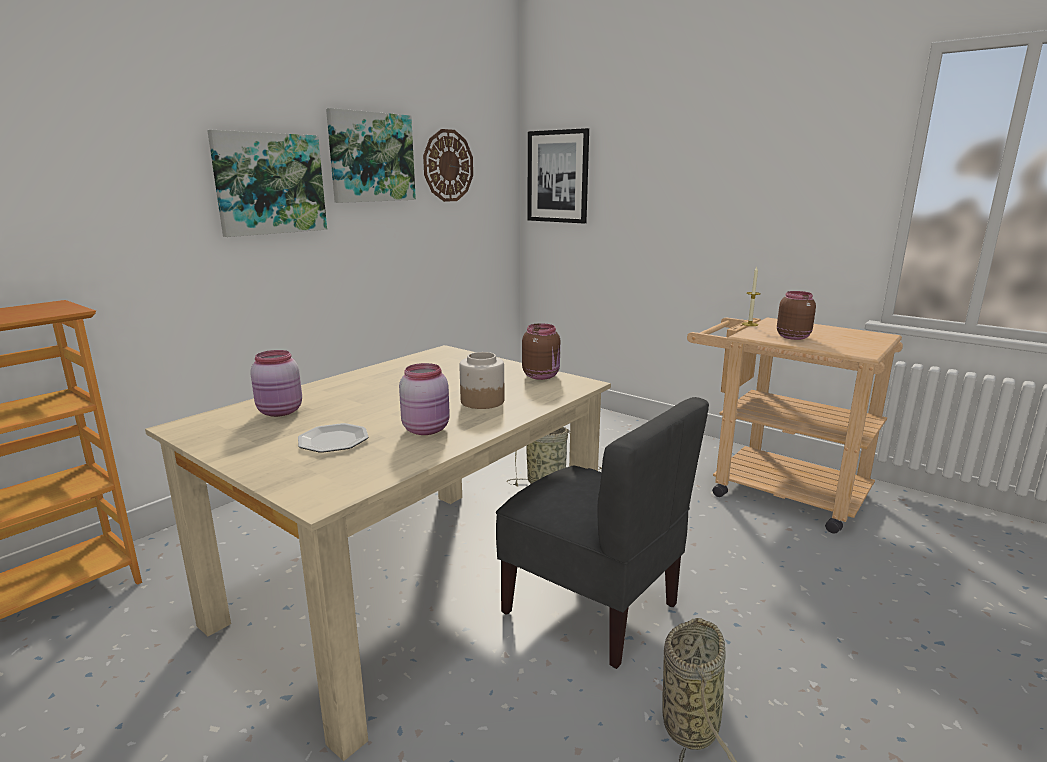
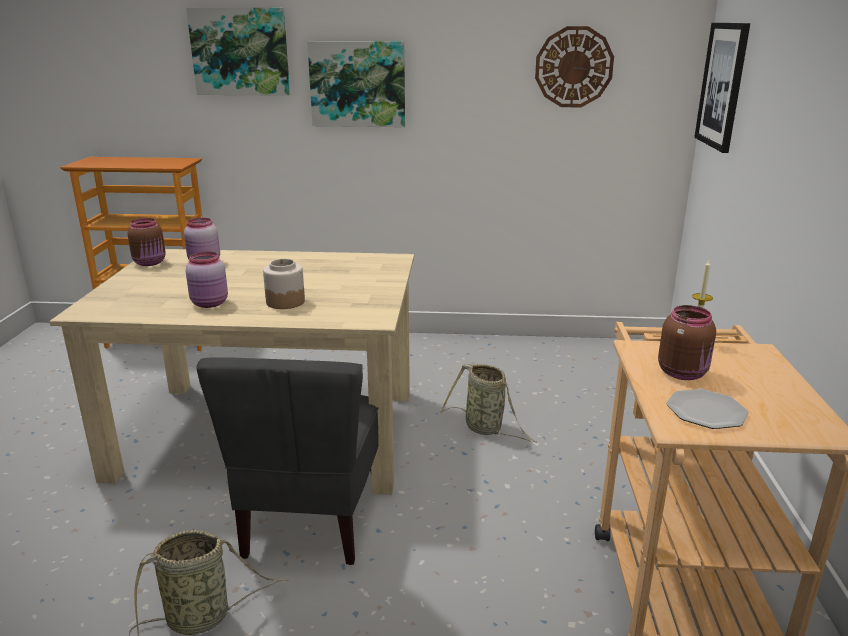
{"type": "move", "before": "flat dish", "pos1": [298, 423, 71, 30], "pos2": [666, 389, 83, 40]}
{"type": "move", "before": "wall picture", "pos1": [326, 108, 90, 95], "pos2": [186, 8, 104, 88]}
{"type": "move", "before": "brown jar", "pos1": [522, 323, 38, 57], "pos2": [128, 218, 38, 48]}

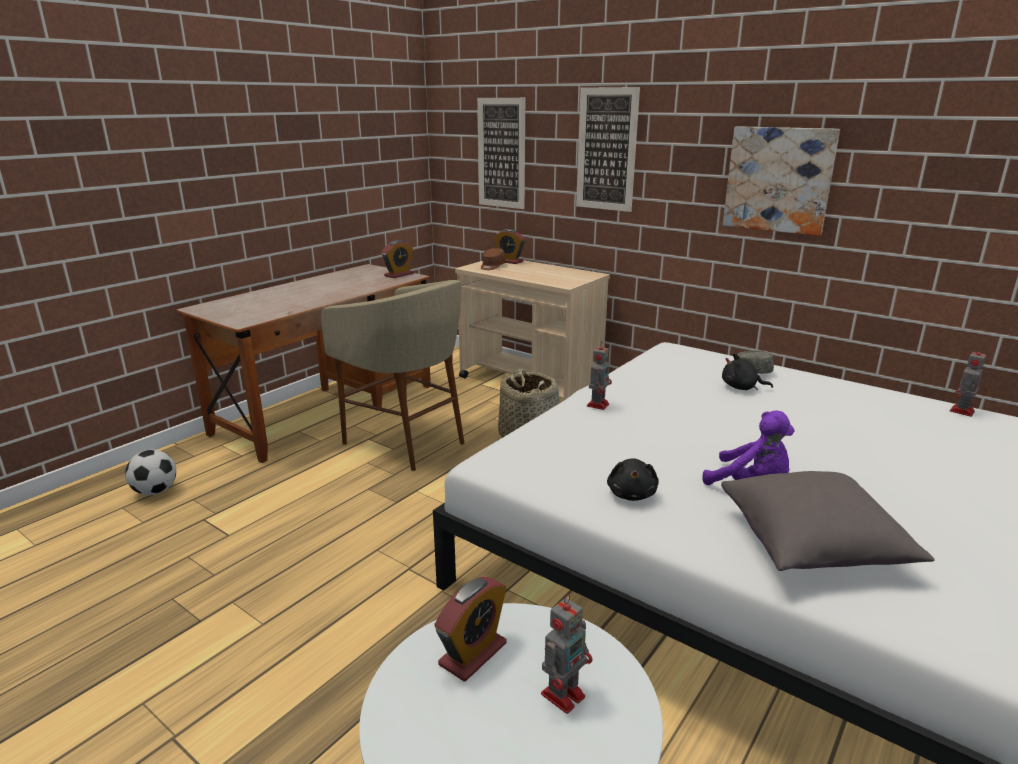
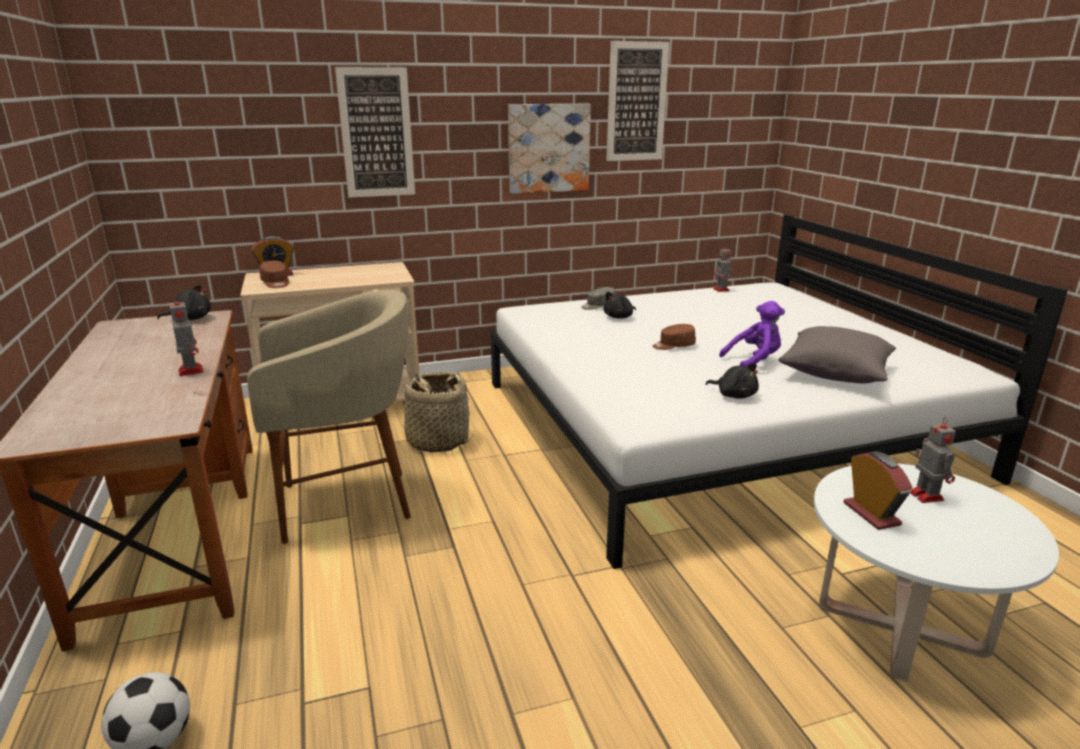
{"type": "insert", "after": "brown cap", "pos2": [653, 324, 43, 26]}
{"type": "move", "before": "wall picture", "pos1": [477, 98, 48, 111], "pos2": [606, 41, 63, 120]}
{"type": "move", "before": "model robot", "pos1": [587, 341, 25, 69], "pos2": [170, 295, 34, 81]}
{"type": "replace", "before": "alarm clock", "after": "black-coloured cuddly toy", "pos1": [381, 240, 32, 38], "pos2": [157, 285, 54, 35]}

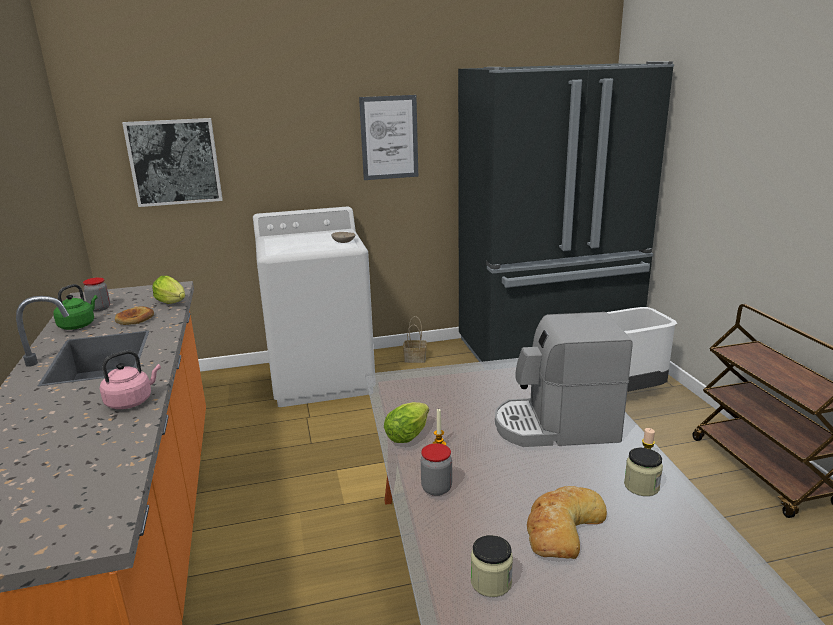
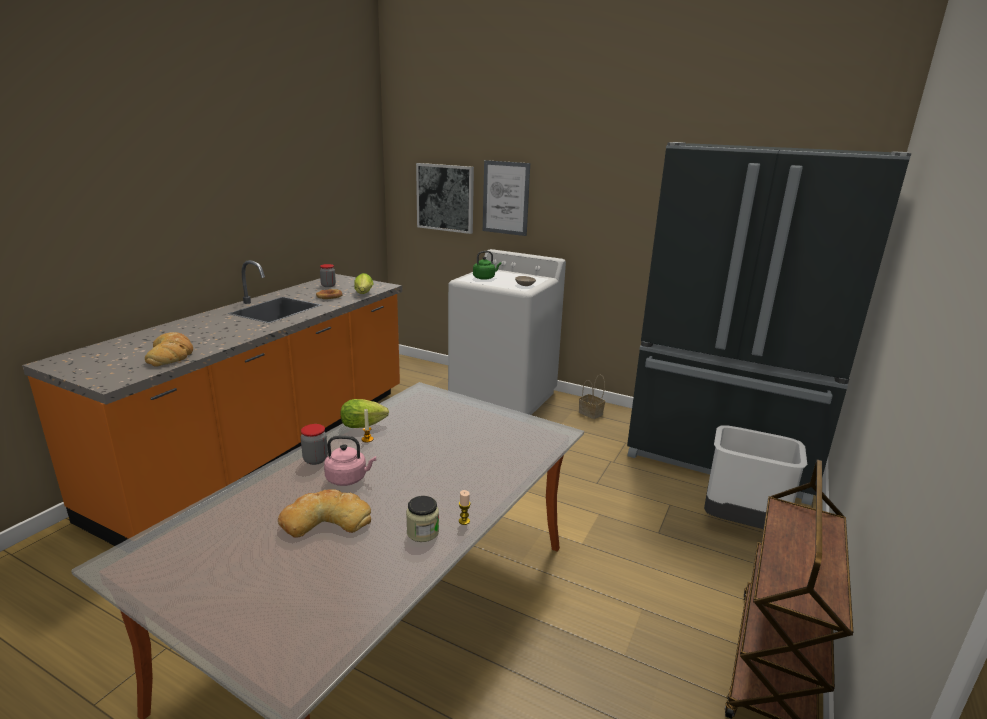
{"type": "delete", "before": "jar", "pos1": [471, 535, 42, 62]}
{"type": "delete", "before": "coffee machine", "pos1": [495, 312, 137, 135]}
{"type": "insert", "after": "baked bread", "pos2": [145, 332, 48, 35]}
{"type": "move", "before": "greenish kettle", "pos1": [53, 284, 45, 46], "pos2": [473, 251, 28, 29]}
{"type": "move", "before": "pink kettle", "pos1": [100, 350, 61, 59], "pos2": [324, 435, 52, 51]}
{"type": "move", "before": "wall picture", "pos1": [359, 95, 59, 85], "pos2": [483, 160, 47, 76]}

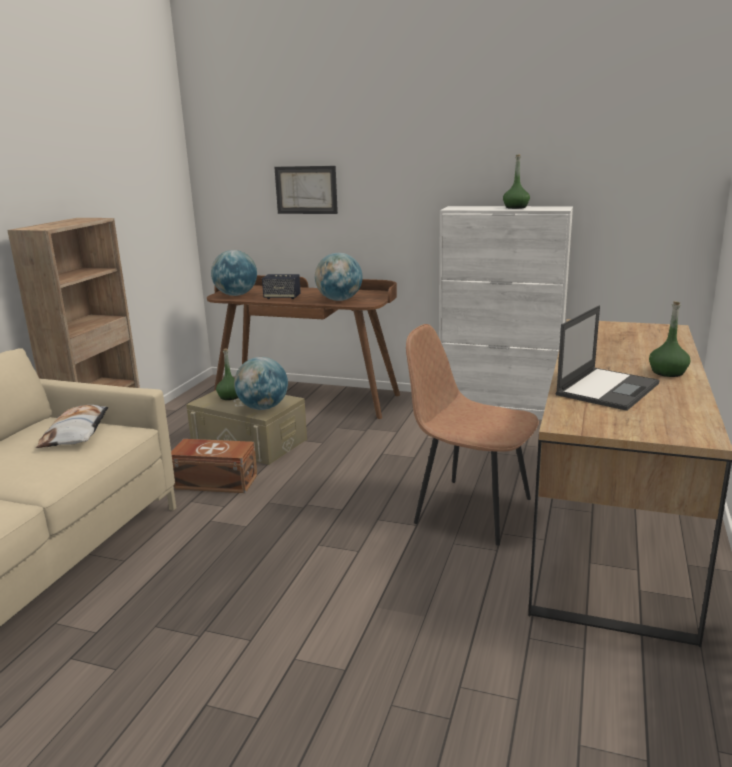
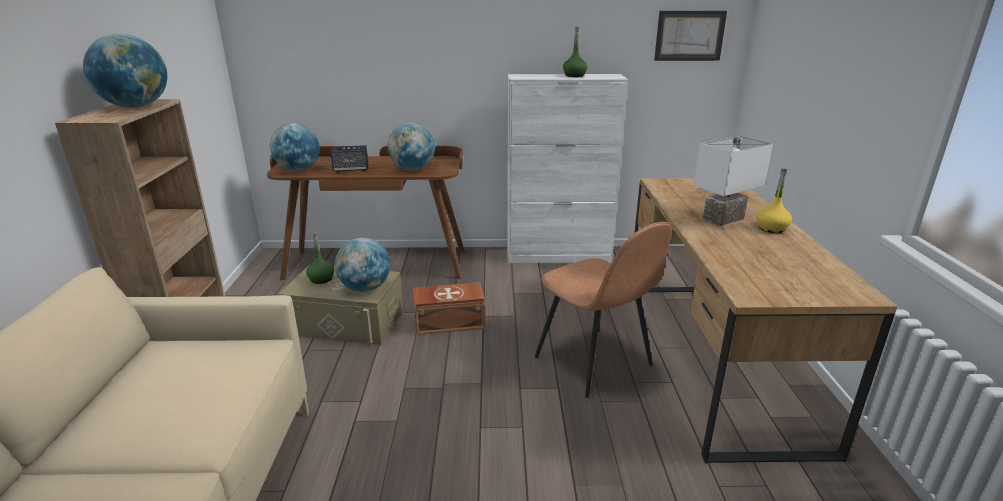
{"type": "delete", "before": "pillow", "pos1": [36, 405, 72, 43]}
{"type": "delete", "before": "portable computer", "pos1": [556, 305, 104, 106]}
{"type": "insert", "after": "world globe", "pos2": [83, 34, 84, 74]}
{"type": "insert", "after": "whitish tabletop lamp", "pos2": [694, 136, 79, 90]}
{"type": "move", "before": "brown storage box", "pos1": [171, 439, 86, 54], "pos2": [413, 282, 72, 53]}
{"type": "move", "before": "wall picture", "pos1": [275, 166, 63, 48], "pos2": [654, 11, 73, 50]}
{"type": "recolor", "before": "greenish beverage bottle", "after": "yellowish beverage bottle", "pos1": [649, 301, 41, 76], "pos2": [756, 168, 36, 65]}
{"type": "rotate", "before": "brown chair", "pos1": [406, 324, 133, 221], "pos2": [535, 222, 137, 176], "turn": -135}

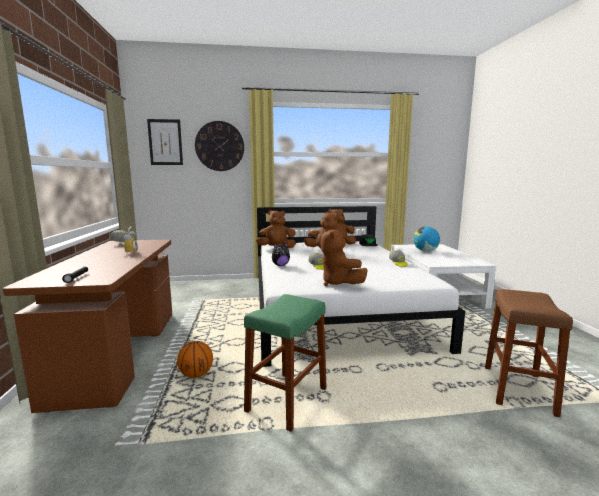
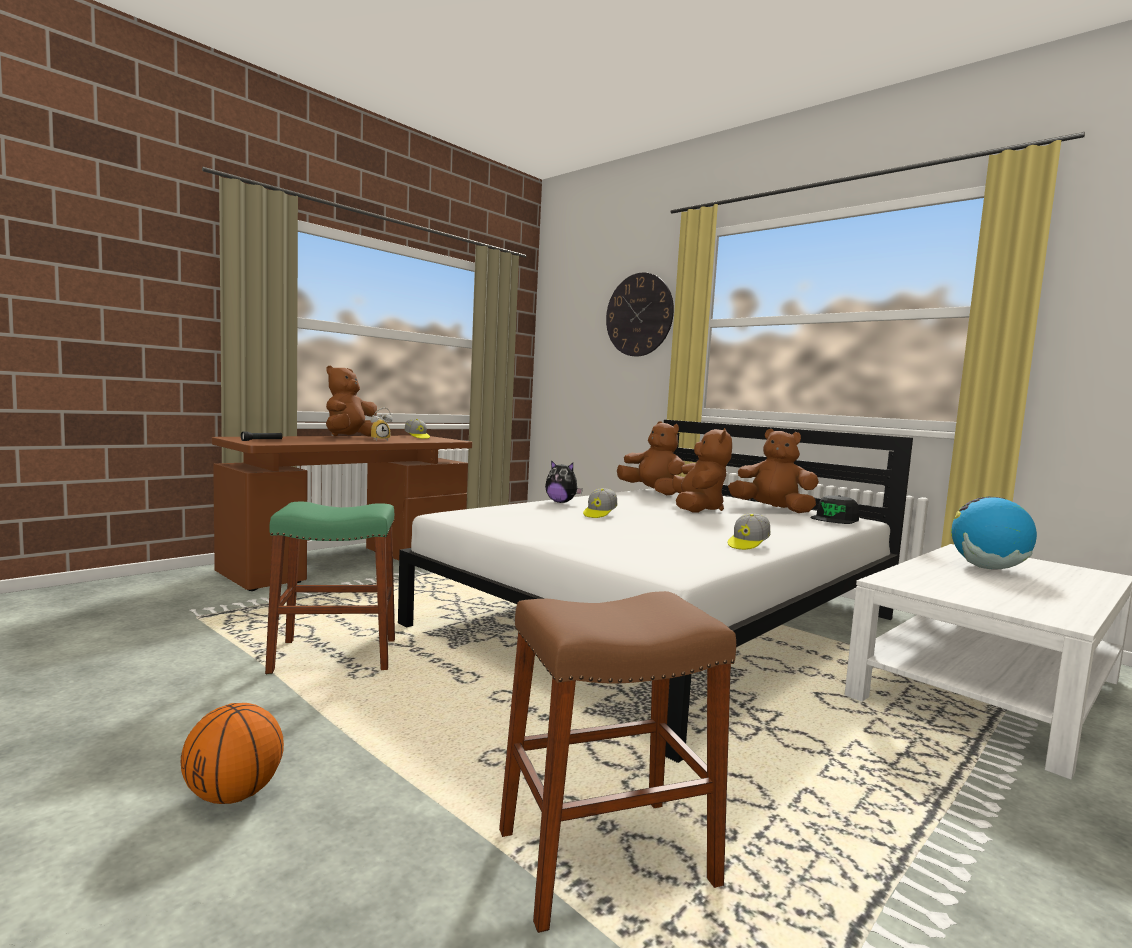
{"type": "delete", "before": "wall picture", "pos1": [147, 119, 36, 46]}
{"type": "move", "before": "ball for basketball", "pos1": [177, 341, 36, 37], "pos2": [181, 703, 103, 101]}
{"type": "move", "before": "brown cuddly toy", "pos1": [320, 229, 48, 57], "pos2": [326, 366, 51, 71]}

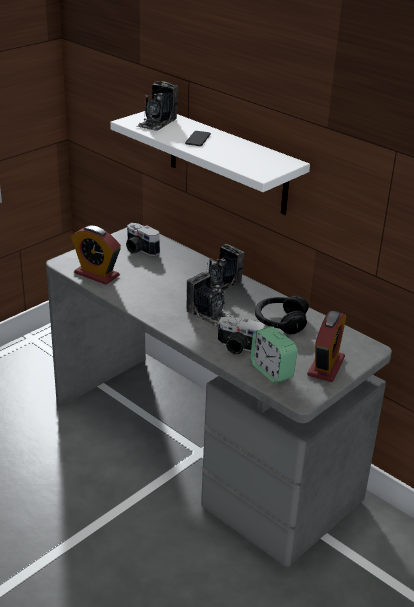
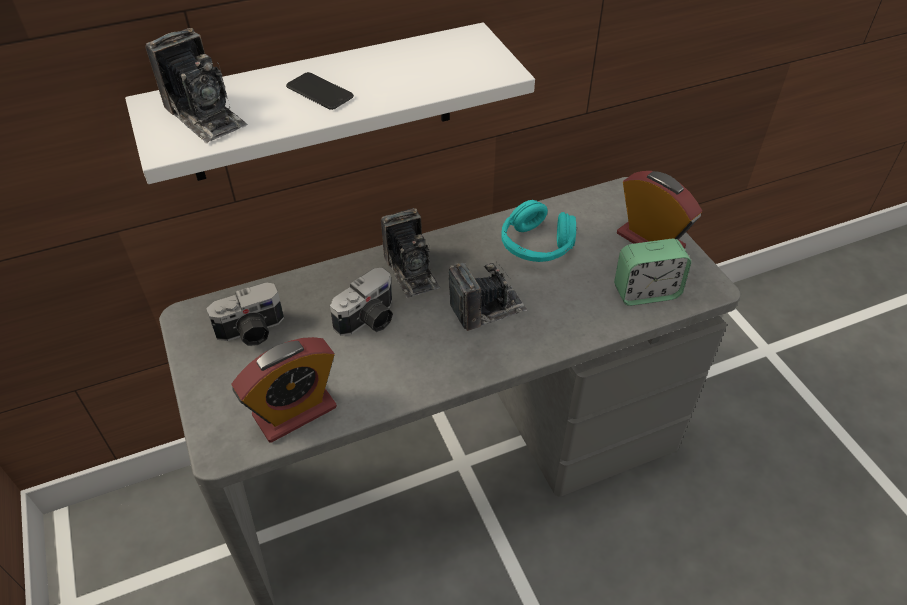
{"type": "move", "before": "still camera", "pos1": [218, 317, 47, 37], "pos2": [330, 268, 63, 68]}
{"type": "recolor", "before": "black-coloured headphones", "after": "turquoise-coloured headphones", "pos1": [255, 296, 54, 38], "pos2": [501, 200, 76, 62]}

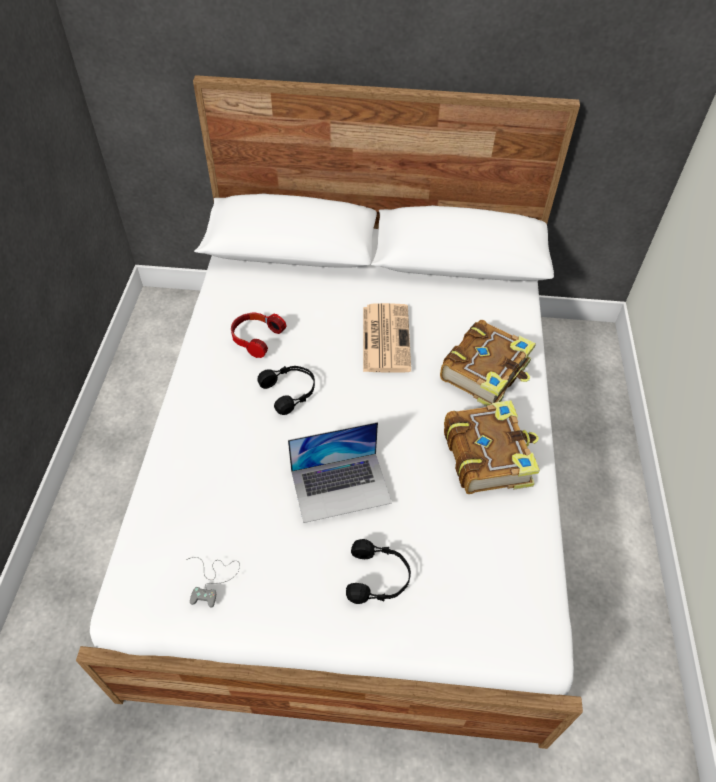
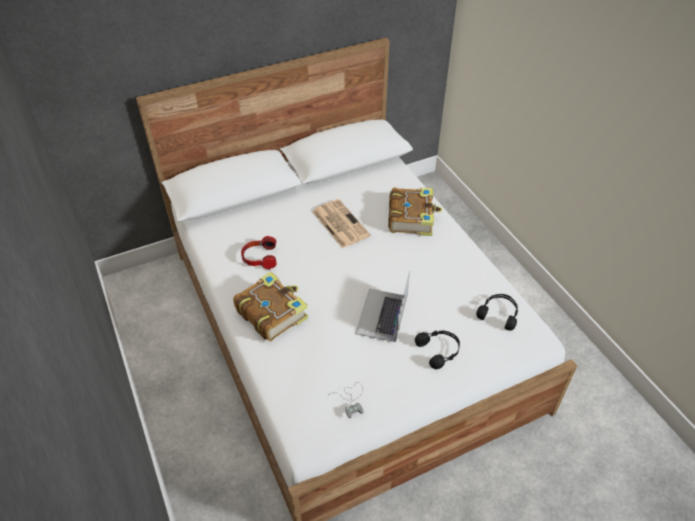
{"type": "move", "before": "black-coloured headphones", "pos1": [257, 366, 58, 49], "pos2": [476, 294, 42, 37]}
{"type": "move", "before": "volume", "pos1": [444, 400, 96, 94], "pos2": [233, 272, 75, 70]}
{"type": "rotate", "before": "portable computer", "pos1": [288, 422, 104, 101], "pos2": [355, 271, 55, 71], "turn": 150}

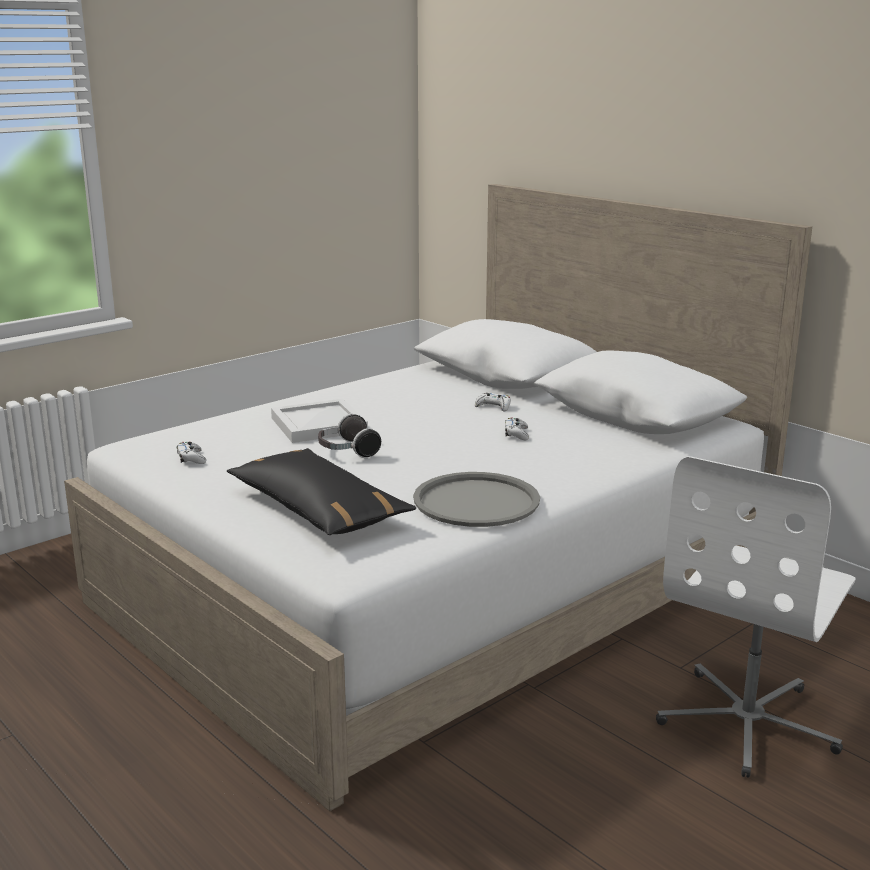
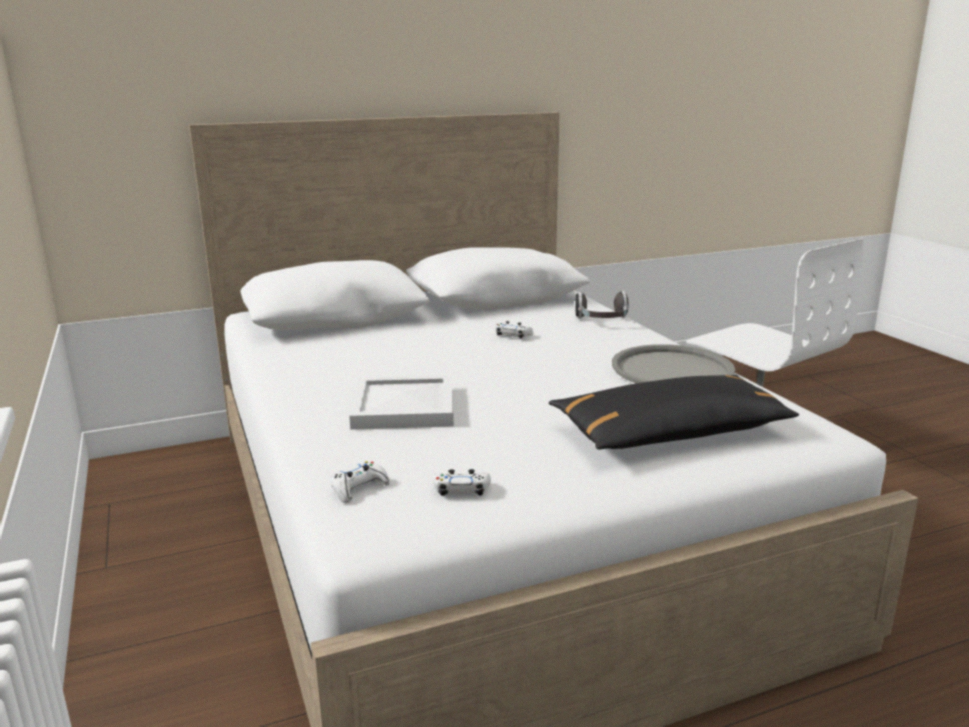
{"type": "move", "before": "headphones", "pos1": [318, 413, 63, 46], "pos2": [575, 291, 54, 27]}
{"type": "move", "before": "whitish game controller", "pos1": [475, 392, 36, 20], "pos2": [331, 461, 59, 42]}

